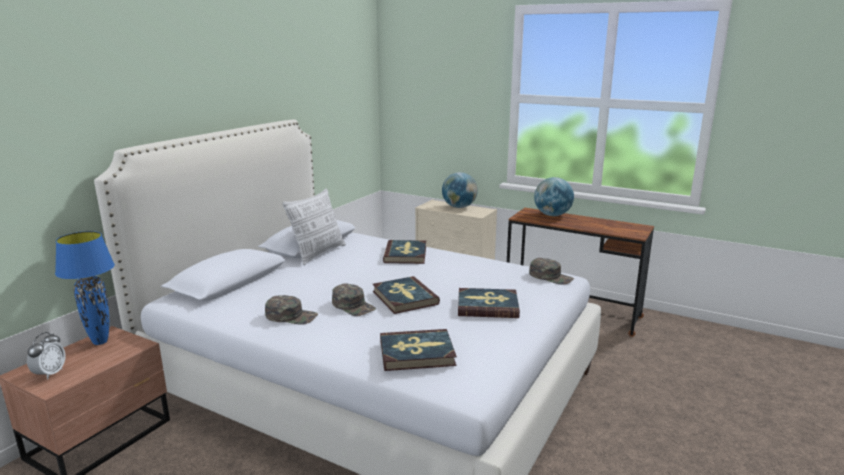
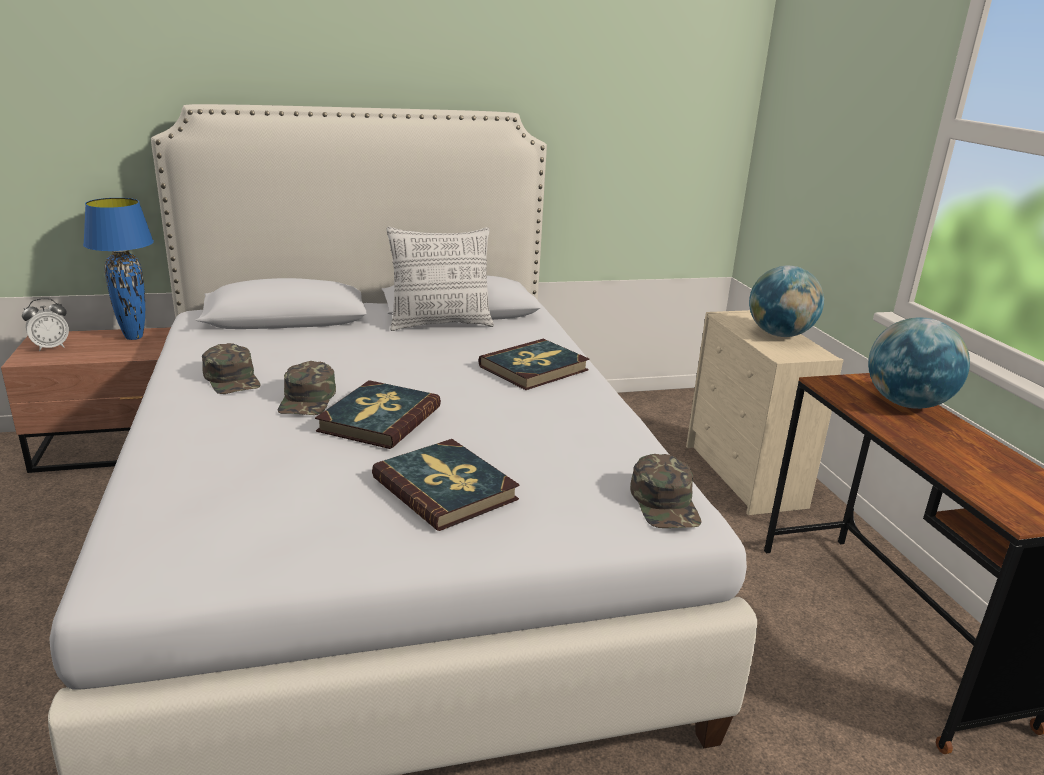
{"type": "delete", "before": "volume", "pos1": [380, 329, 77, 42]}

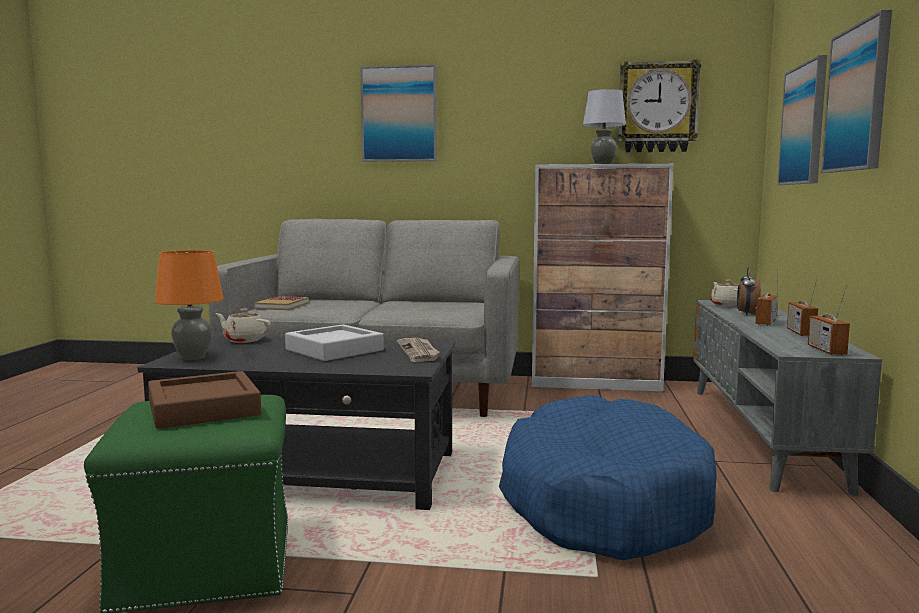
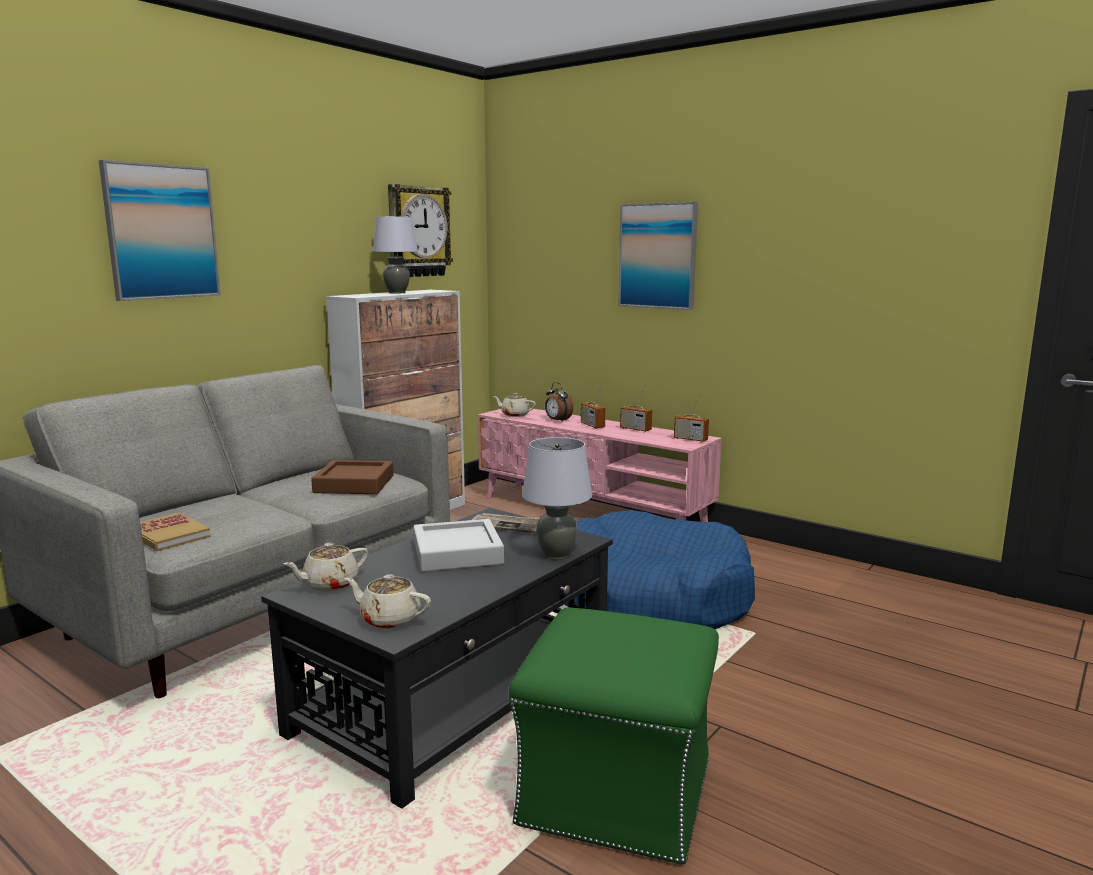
{"type": "delete", "before": "wall picture", "pos1": [777, 55, 50, 130]}
{"type": "insert", "after": "gray tabletop lamp", "pos2": [522, 437, 70, 123]}
{"type": "move", "before": "brown serving tray", "pos1": [148, 371, 114, 58], "pos2": [311, 460, 83, 34]}
{"type": "replace", "before": "orangey tabletop lamp", "after": "sand-coloured tea pot", "pos1": [155, 250, 69, 110], "pos2": [345, 574, 86, 55]}
{"type": "recolor", "before": "gray tv unit", "after": "pink tv unit", "pos1": [693, 300, 189, 196], "pos2": [478, 408, 244, 114]}

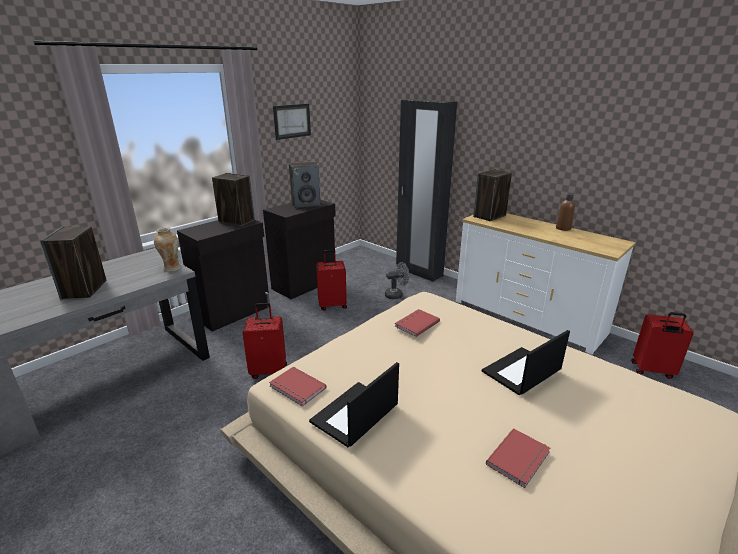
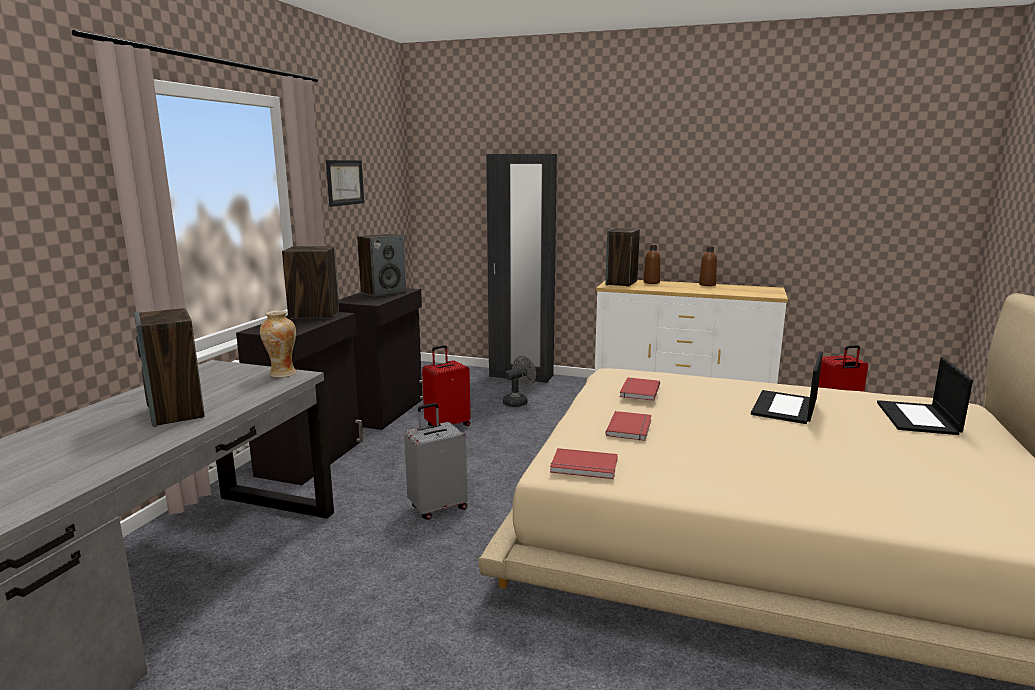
{"type": "insert", "after": "brown beverage bottle", "pos2": [644, 245, 17, 39]}
{"type": "move", "before": "portable computer", "pos1": [309, 362, 90, 85], "pos2": [877, 357, 96, 78]}
{"type": "move", "before": "red volume", "pos1": [486, 428, 64, 60], "pos2": [605, 411, 47, 30]}
{"type": "recolor", "before": "red suitcase", "after": "gray suitcase", "pos1": [242, 303, 45, 76], "pos2": [404, 403, 63, 117]}

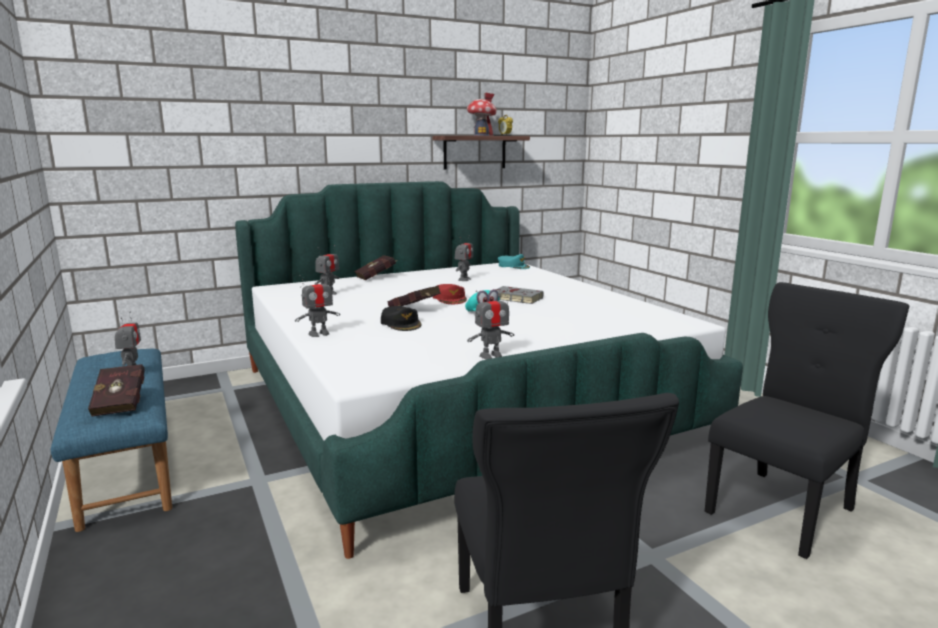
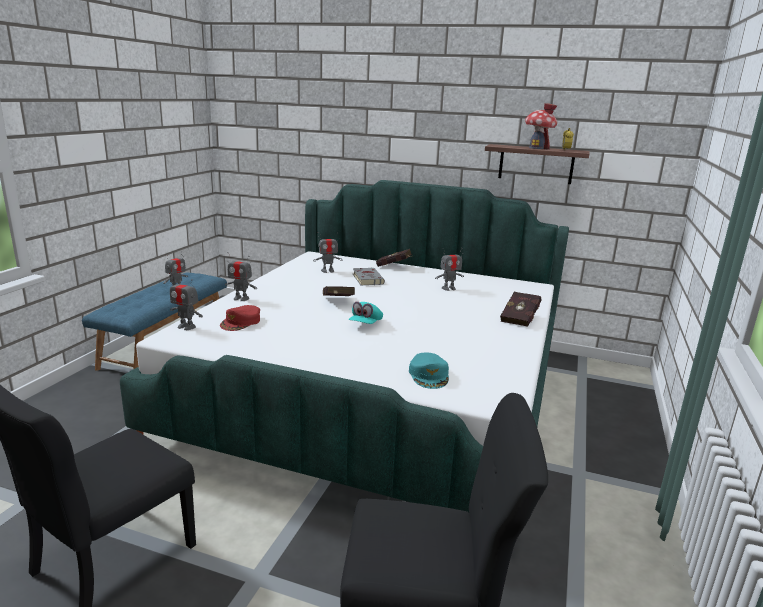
{"type": "delete", "before": "black-coloured cap", "pos1": [381, 306, 41, 25]}
{"type": "move", "before": "red volume", "pos1": [88, 364, 57, 53], "pos2": [500, 292, 41, 35]}
{"type": "move", "before": "red cap", "pos1": [433, 284, 34, 20], "pos2": [220, 305, 40, 26]}
{"type": "move", "before": "model robot", "pos1": [467, 289, 47, 70], "pos2": [170, 274, 33, 56]}
{"type": "move", "before": "gray volume", "pos1": [495, 286, 49, 18], "pos2": [353, 268, 32, 17]}
{"type": "move", "before": "turquoise-coloured cap", "pos1": [498, 254, 32, 15], "pos2": [409, 352, 40, 37]}

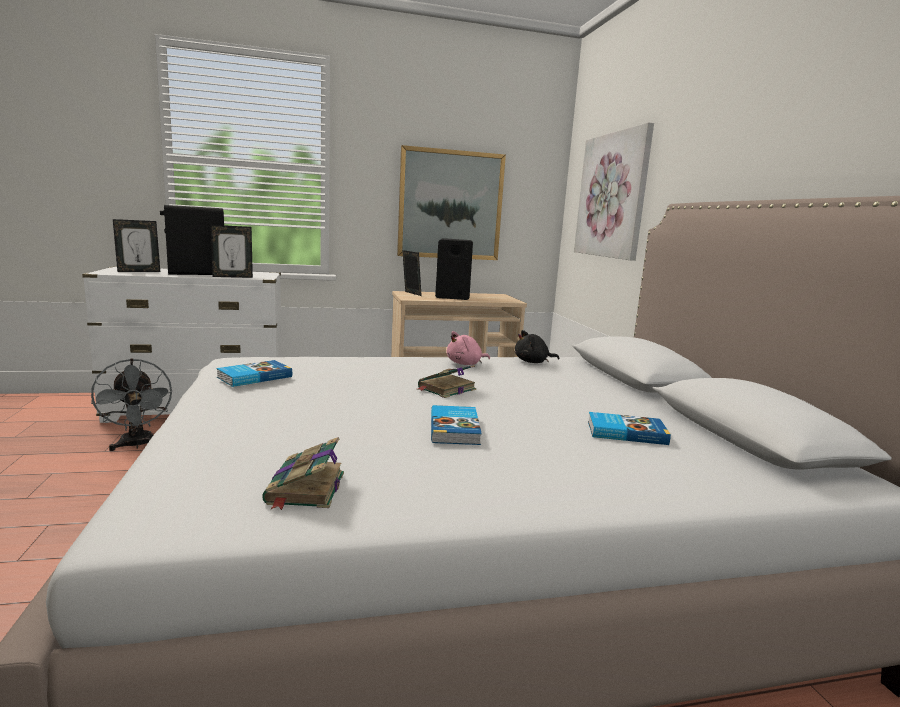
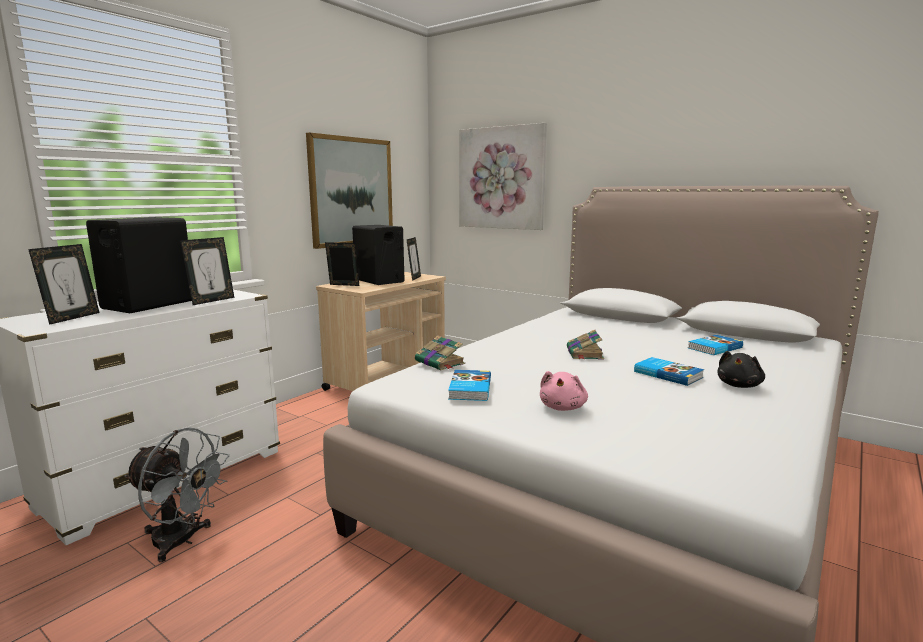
{"type": "insert", "after": "standing frame", "pos2": [407, 237, 14, 44]}
{"type": "move", "before": "volume", "pos1": [262, 437, 82, 73], "pos2": [415, 335, 50, 36]}
{"type": "move", "before": "pink cuddly toy", "pos1": [446, 331, 44, 34], "pos2": [540, 371, 48, 40]}
{"type": "move", "before": "black-coloured cuddly toy", "pos1": [515, 330, 44, 33], "pos2": [718, 351, 47, 37]}

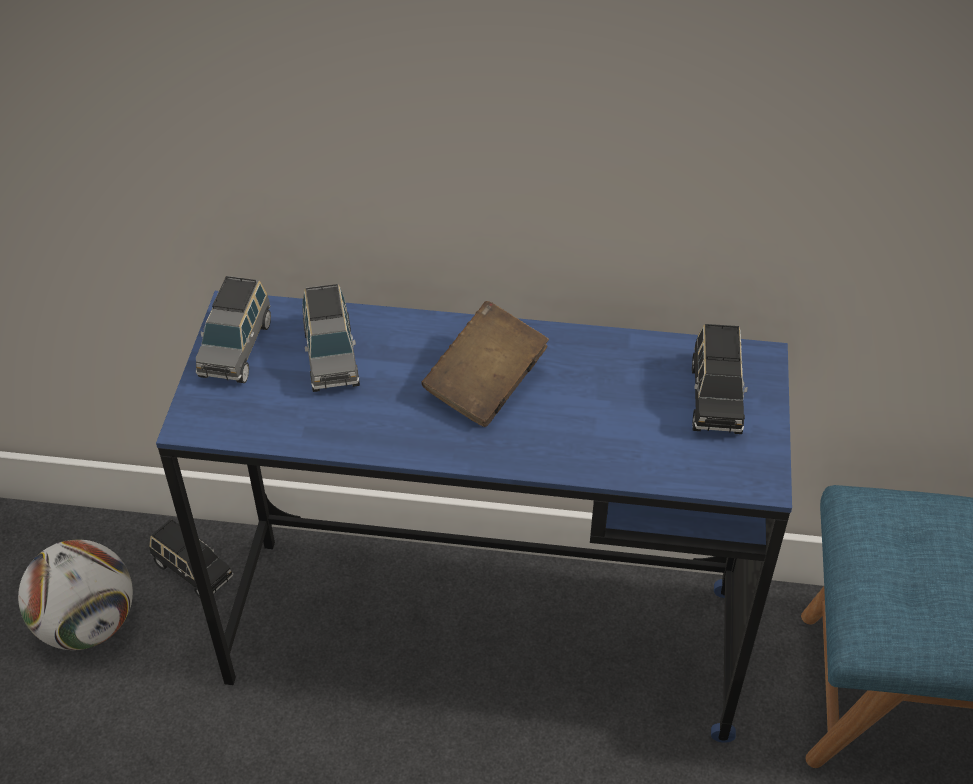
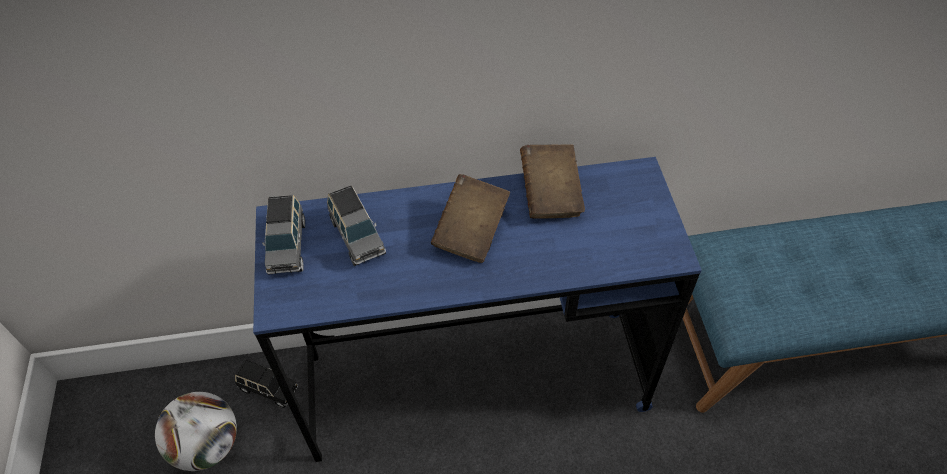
{"type": "delete", "before": "black-coloured miniature car", "pos1": [692, 324, 56, 110]}
{"type": "insert", "after": "brown volume", "pos2": [520, 144, 65, 75]}

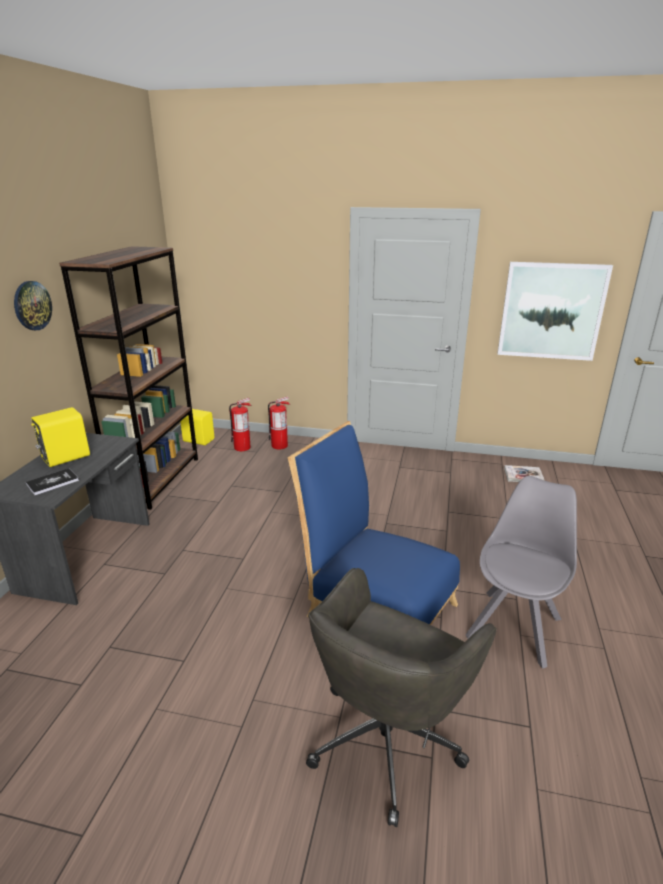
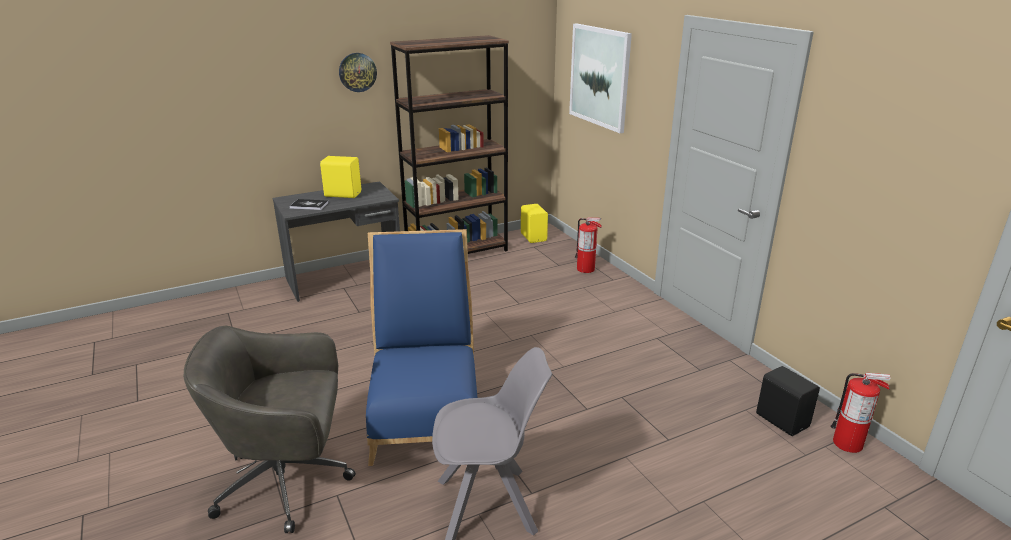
{"type": "move", "before": "extinguisher", "pos1": [229, 398, 22, 53], "pos2": [830, 373, 60, 80]}
{"type": "move", "before": "wall picture", "pos1": [497, 262, 116, 99], "pos2": [569, 24, 63, 109]}
{"type": "replace", "before": "volume", "after": "black-coloured speaker", "pos1": [504, 465, 41, 17], "pos2": [756, 366, 64, 70]}

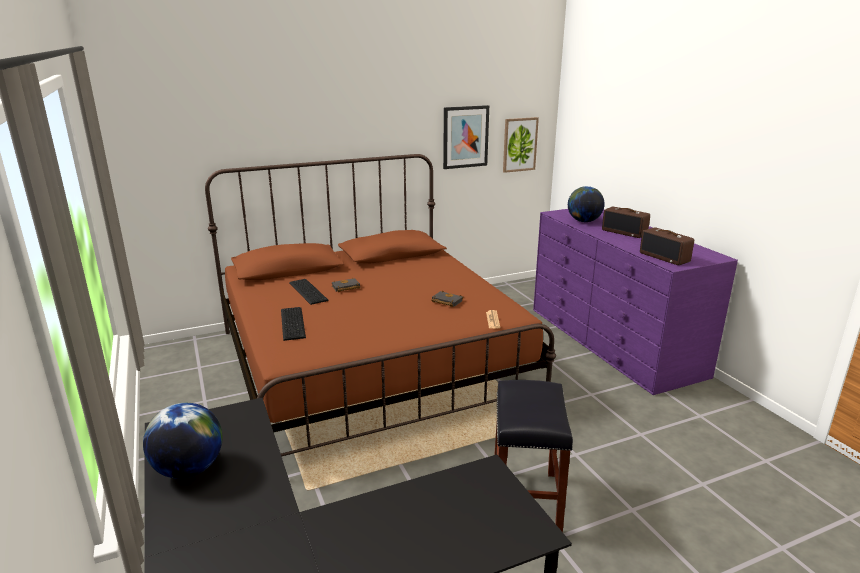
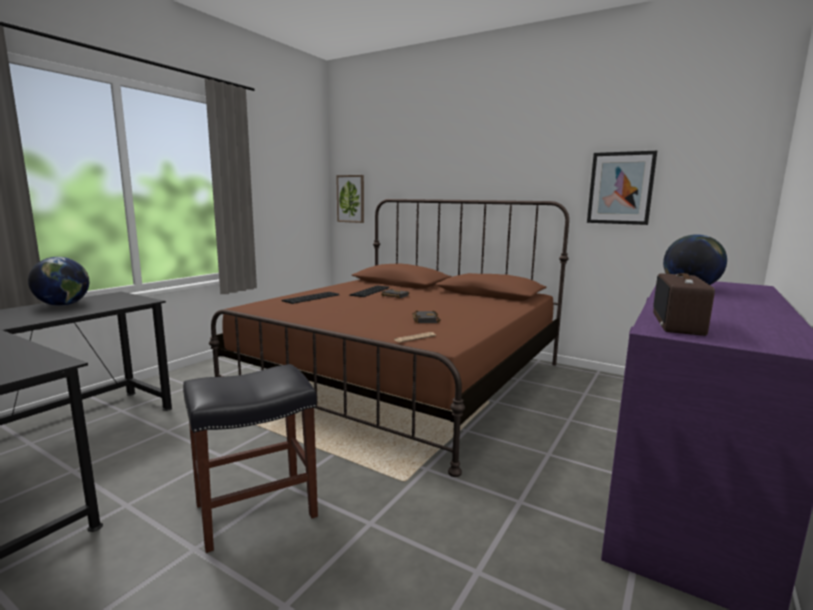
{"type": "delete", "before": "radio", "pos1": [602, 207, 48, 31]}
{"type": "move", "before": "wall picture", "pos1": [503, 117, 36, 56], "pos2": [336, 175, 28, 48]}

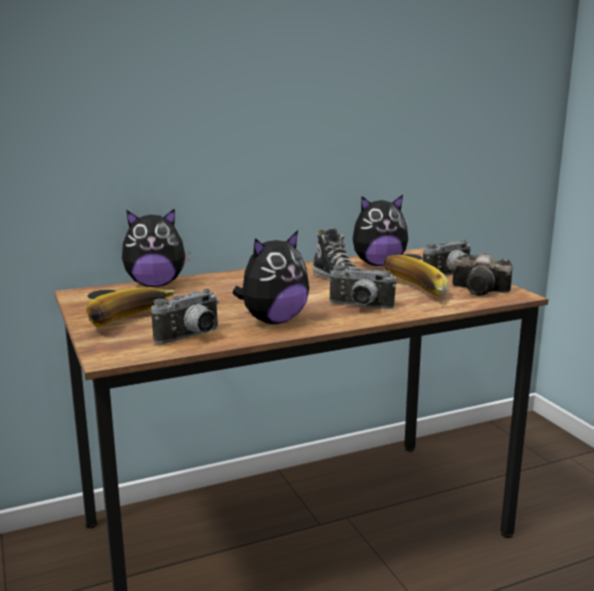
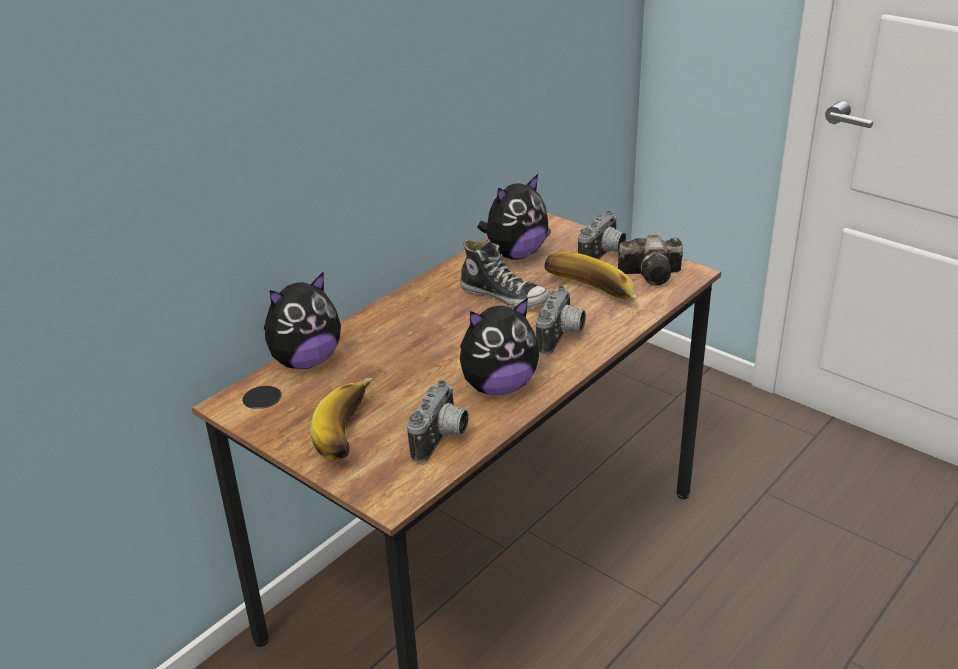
{"type": "rotate", "before": "cuddly toy", "pos1": [232, 230, 77, 94], "pos2": [460, 298, 79, 97], "turn": 45}
{"type": "rotate", "before": "still camera", "pos1": [328, 265, 68, 44], "pos2": [536, 286, 50, 69], "turn": -60}

